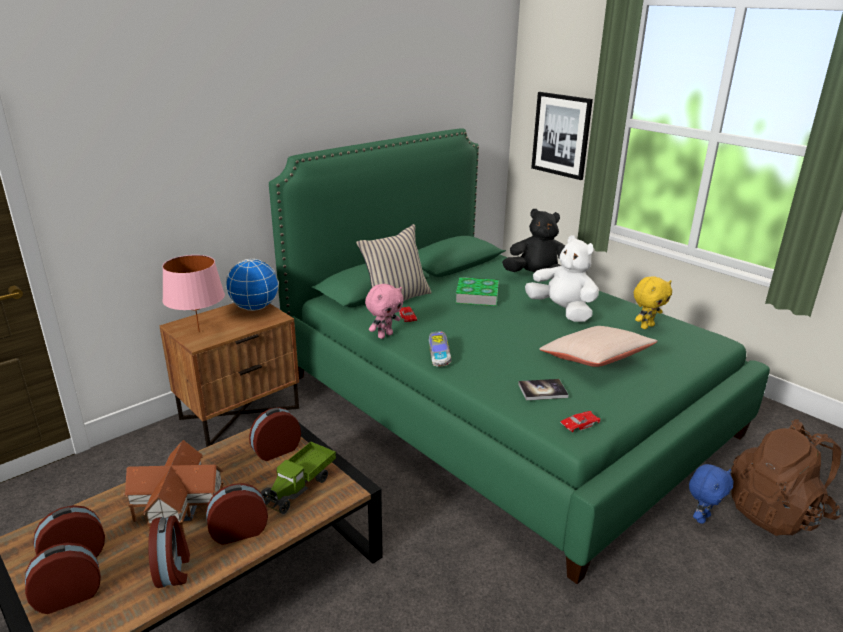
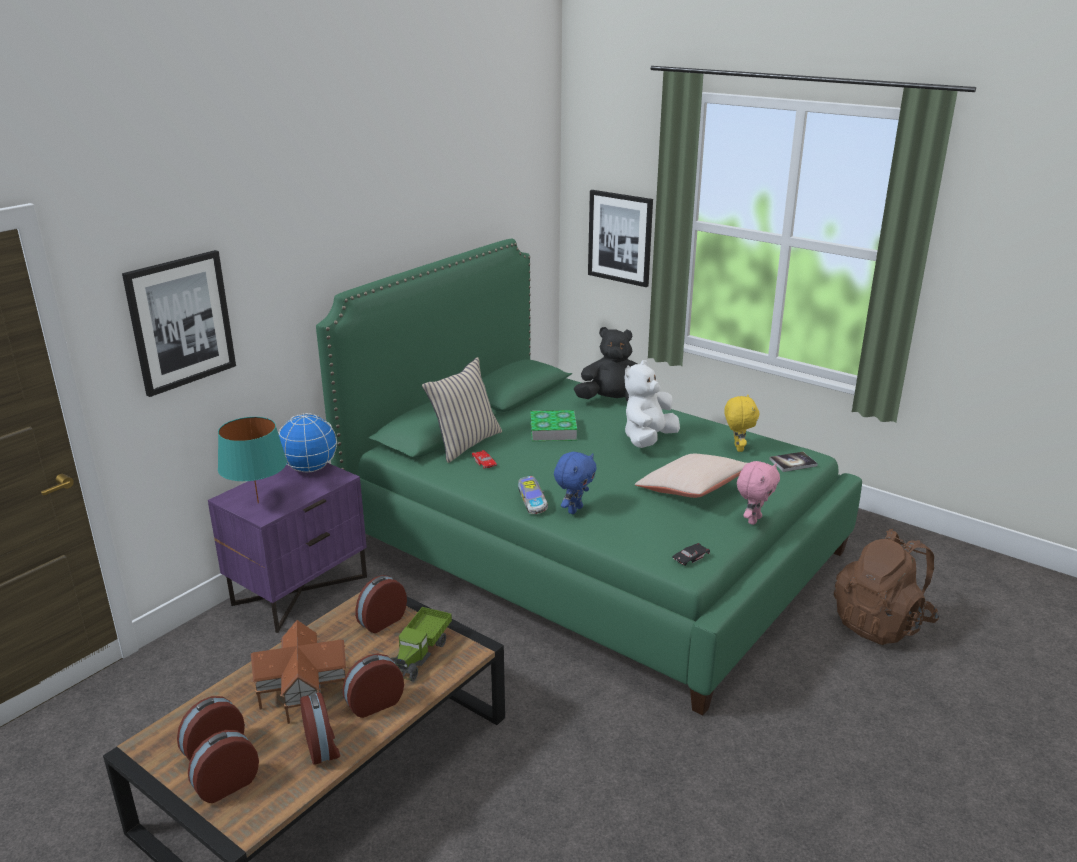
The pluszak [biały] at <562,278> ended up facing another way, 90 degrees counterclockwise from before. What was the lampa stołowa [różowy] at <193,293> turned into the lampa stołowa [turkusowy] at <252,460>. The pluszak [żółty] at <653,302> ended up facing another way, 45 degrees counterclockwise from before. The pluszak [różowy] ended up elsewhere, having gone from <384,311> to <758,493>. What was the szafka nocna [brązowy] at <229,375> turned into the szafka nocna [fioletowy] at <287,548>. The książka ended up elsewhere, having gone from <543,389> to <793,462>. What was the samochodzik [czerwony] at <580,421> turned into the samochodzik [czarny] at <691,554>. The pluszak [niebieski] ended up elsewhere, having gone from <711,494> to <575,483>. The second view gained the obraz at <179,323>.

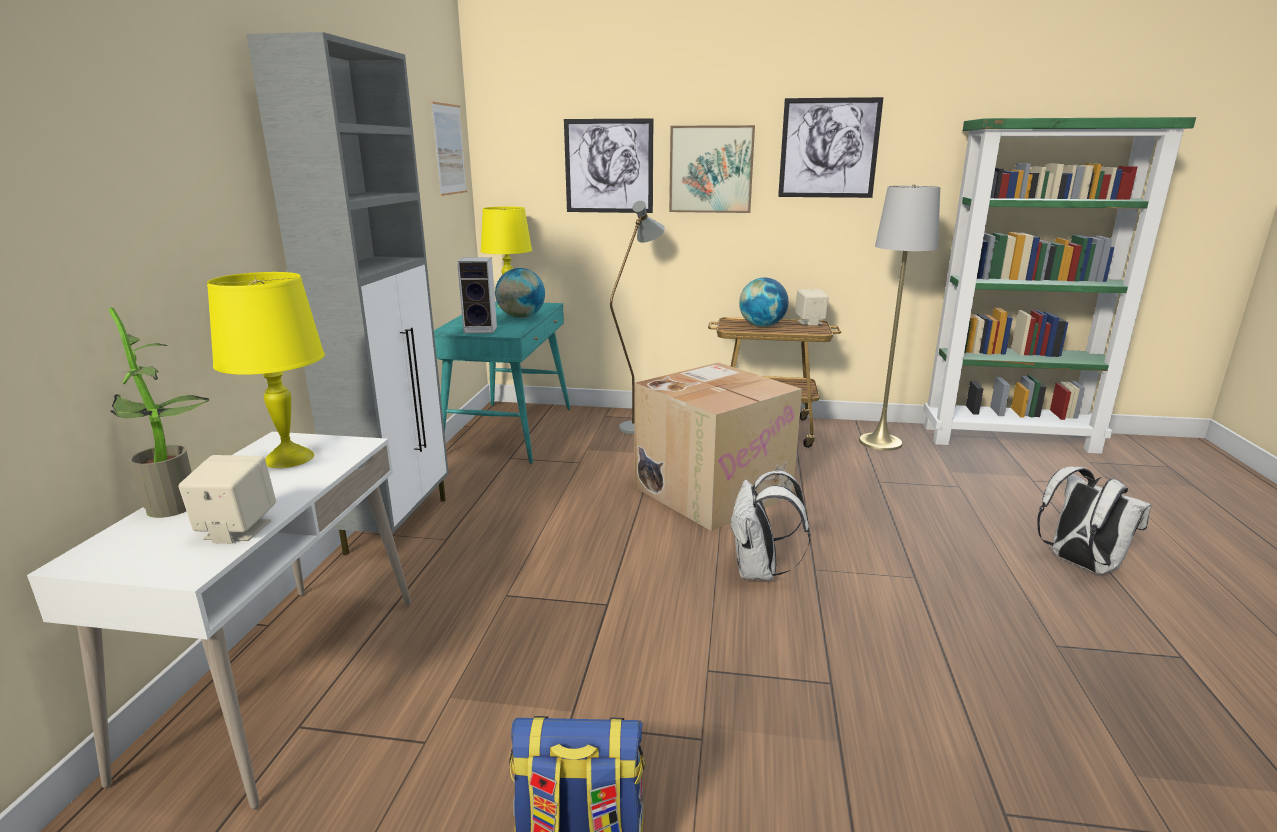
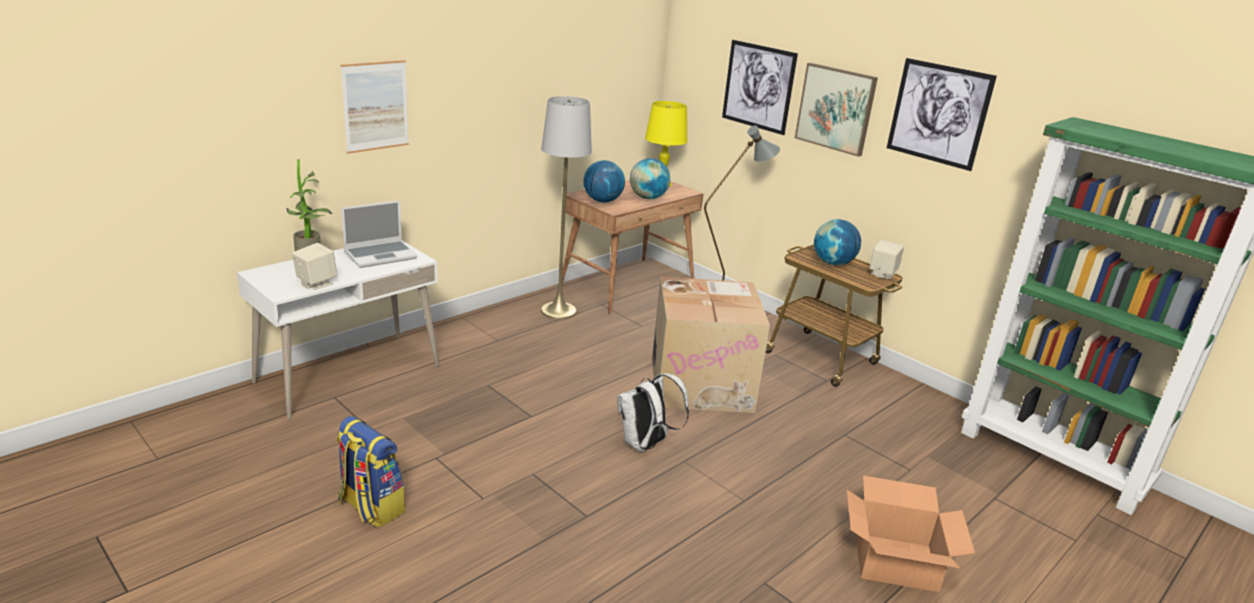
The second view lost the szafka [szary] at <347,293>. The obraz ended up elsewhere, having gone from <449,149> to <375,107>. The lampa stojąca [szary] ended up elsewhere, having gone from <899,318> to <566,207>. Where the głośnik stood at <477,295>, the globus came to stand at <604,181>. Where the lampa stołowa [żółty] stood at <266,370>, the laptop came to stand at <379,234>. What was the biurko [turkusowy] at <502,382> turned into the biurko [brązowy] at <633,247>. Where the plecak [biały] stood at <1094,520>, the karton came to stand at <911,534>.

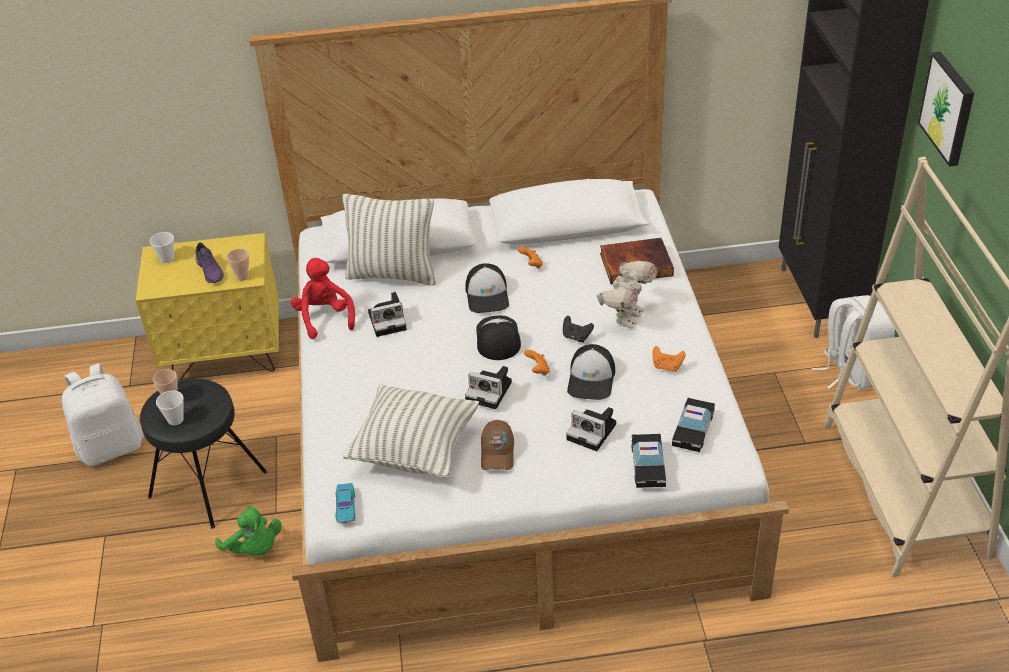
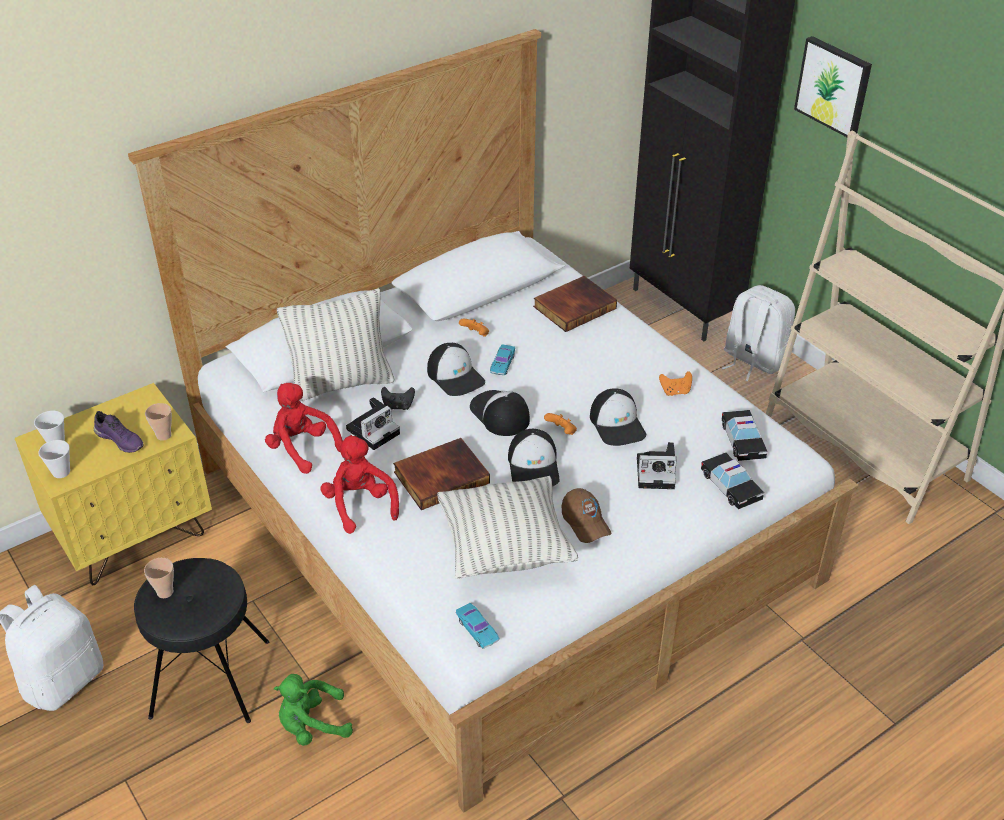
The second view lost the robot zabawkowy at <627,294>. The pad do gier [czarny] ended up elsewhere, having gone from <578,329> to <398,398>. Where the aparat fotograficzny stood at <488,387>, the czapka z daszkiem came to stand at <533,458>. The filiżanka ended up elsewhere, having gone from <170,407> to <54,459>. The pluszak [zielony] at <248,530> ended up facing another way, 150 degrees clockwise from before. The second view gained the samochodzik [turkusowy] at <502,359>. The second view gained the pluszak [czerwony] at <359,484>. The second view gained the książka at <441,474>.

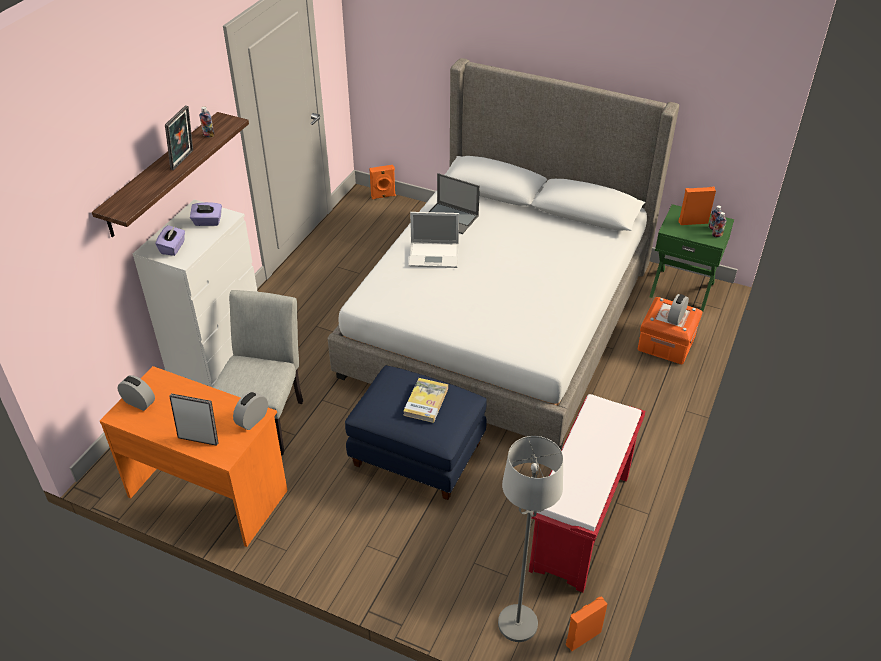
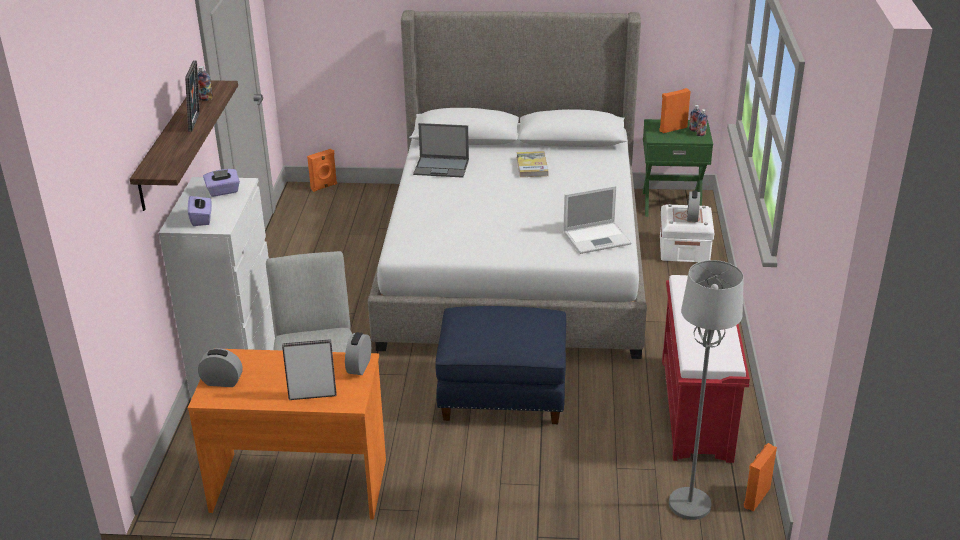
The laptop ended up elsewhere, having gone from <433,240> to <597,220>. What was the pojemnik do przechowywania [pomarańczowy] at <670,330> turned into the pojemnik do przechowywania [biały] at <687,233>. The książka ended up elsewhere, having gone from <425,400> to <532,164>.

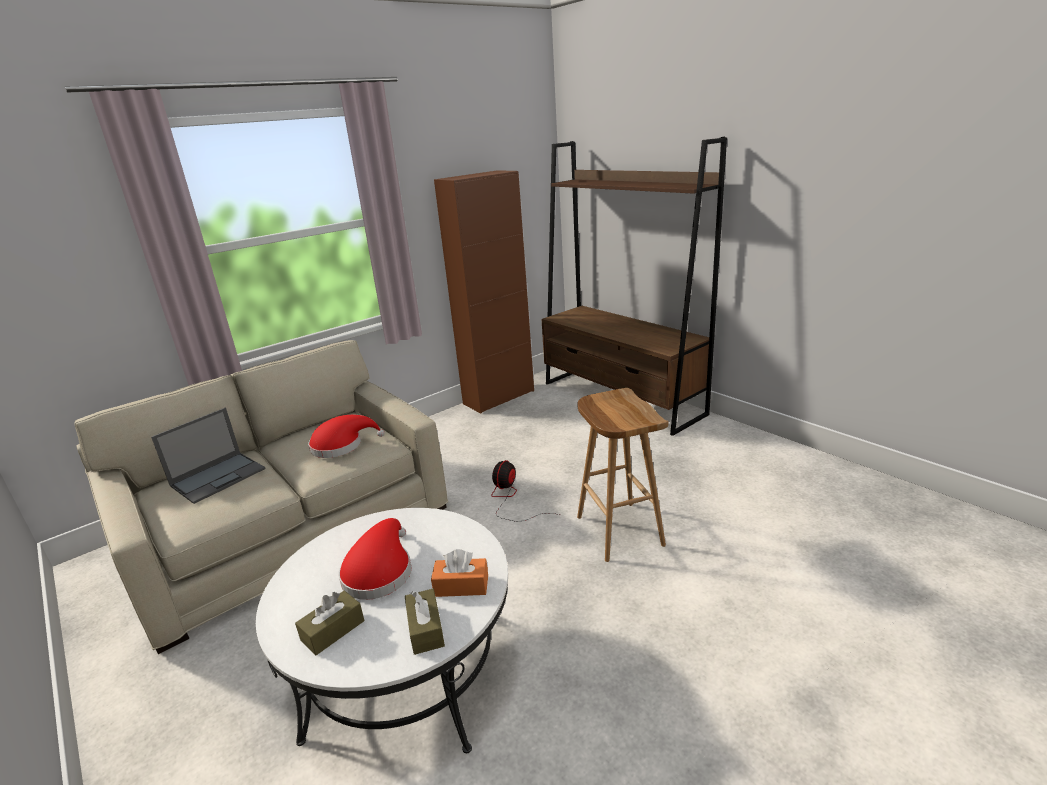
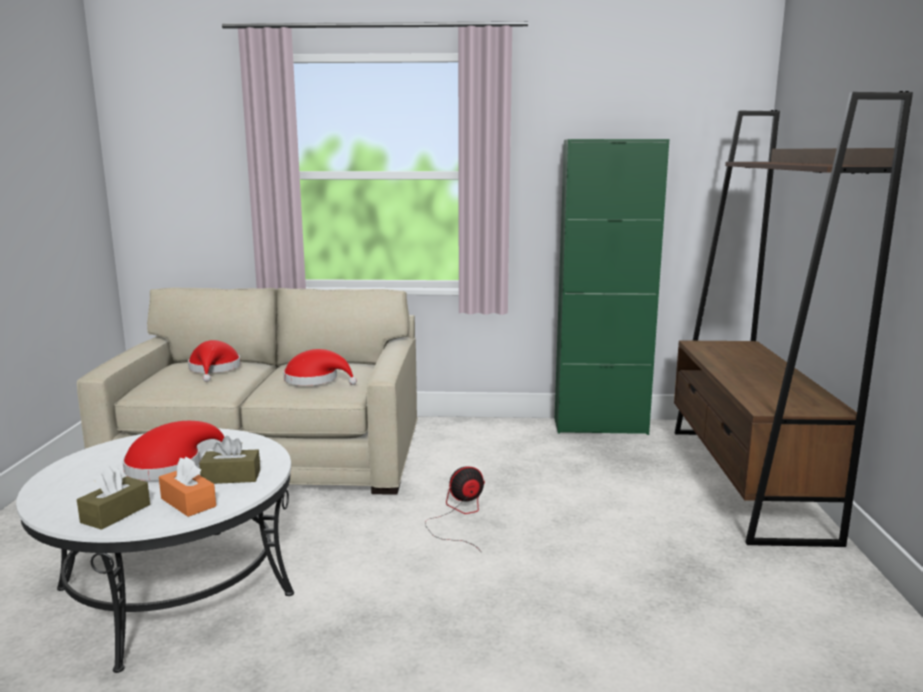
What was the szafka [brązowy] at <484,291> turned into the szafka [zielony] at <612,287>. The second view lost the stołek [brązowy] at <622,475>. Where the laptop stood at <208,456>, the kapelusz [czerwony] came to stand at <214,361>. The pudełko chusteczek [brązowy] ended up elsewhere, having gone from <329,623> to <229,460>.

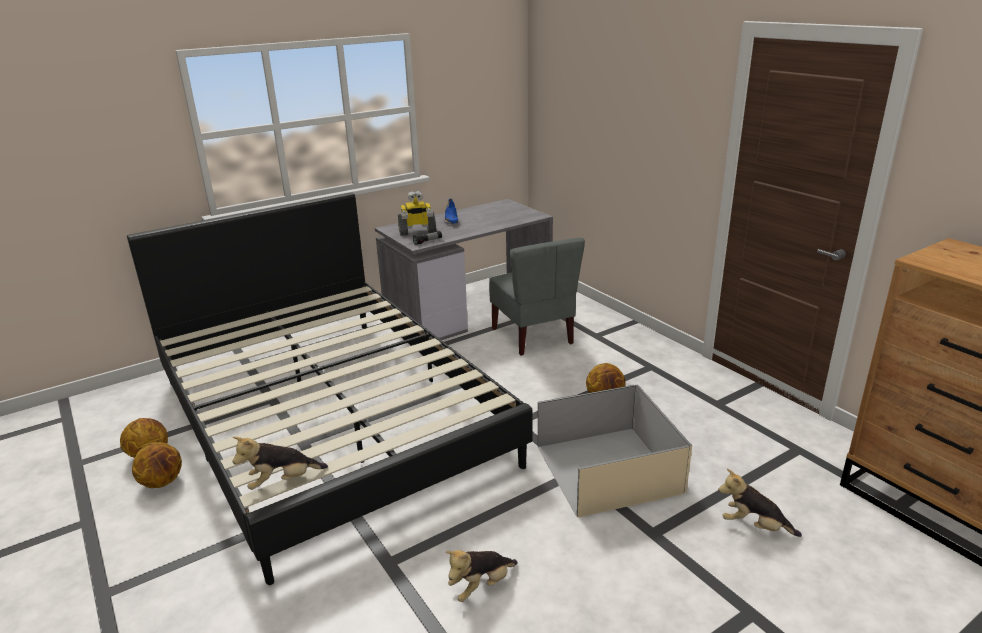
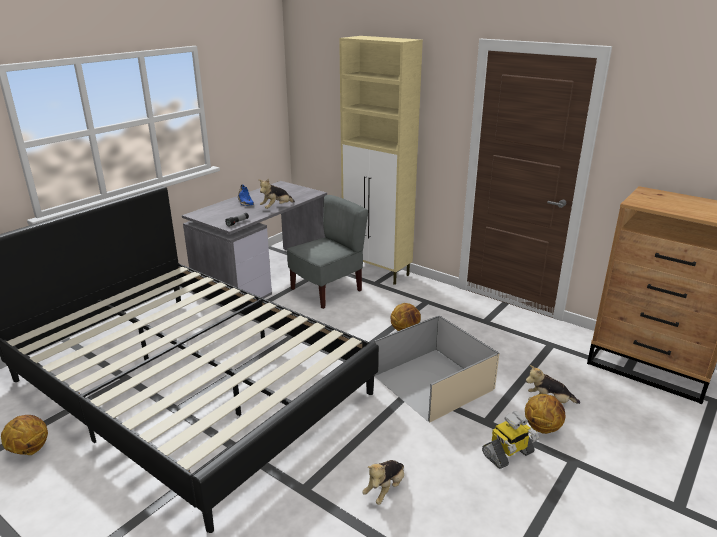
The robot zabawkowy ended up elsewhere, having gone from <417,213> to <510,440>. The krzesło [szary] at <537,297> ended up facing another way, 90 degrees counterclockwise from before. The pluszak ended up elsewhere, having gone from <280,463> to <276,194>. The piłka do koszykówki ended up elsewhere, having gone from <157,465> to <545,414>. The second view gained the szafka [beżowy] at <381,160>.

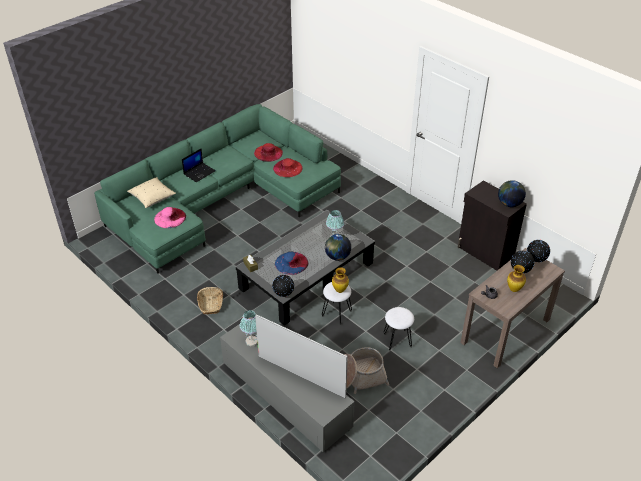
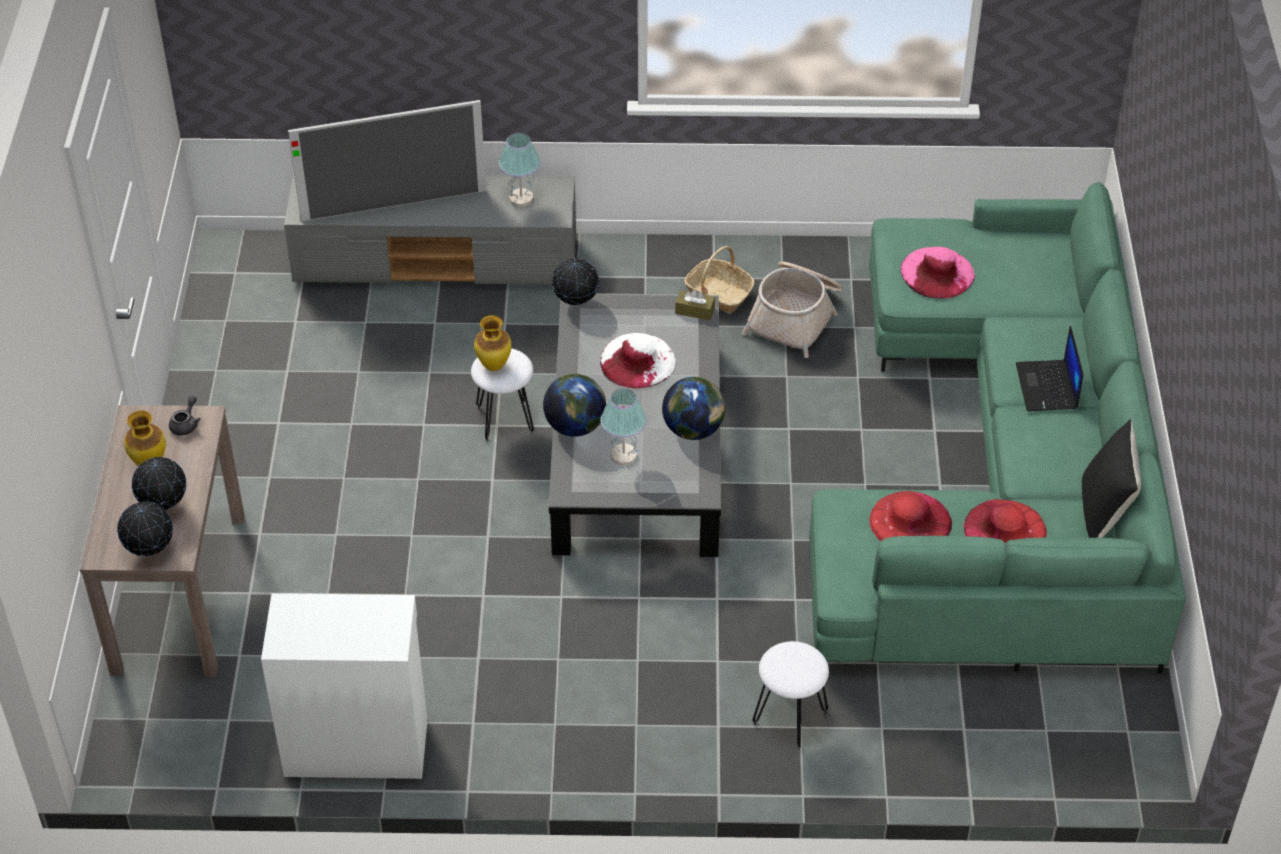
The second view lost the poduszka [beżowy] at <151,192>. What was the szafka [czarny] at <492,225> turned into the szafka [biały] at <344,686>. The globus ended up elsewhere, having gone from <512,193> to <693,408>. What was the kapelusz [niebieski] at <291,263> turned into the kapelusz [biały] at <638,360>. The stołek [biały] ended up elsewhere, having gone from <399,328> to <790,694>. The koszyk ended up elsewhere, having gone from <366,370> to <792,309>. The second view gained the poduszka [czarny] at <1111,478>.

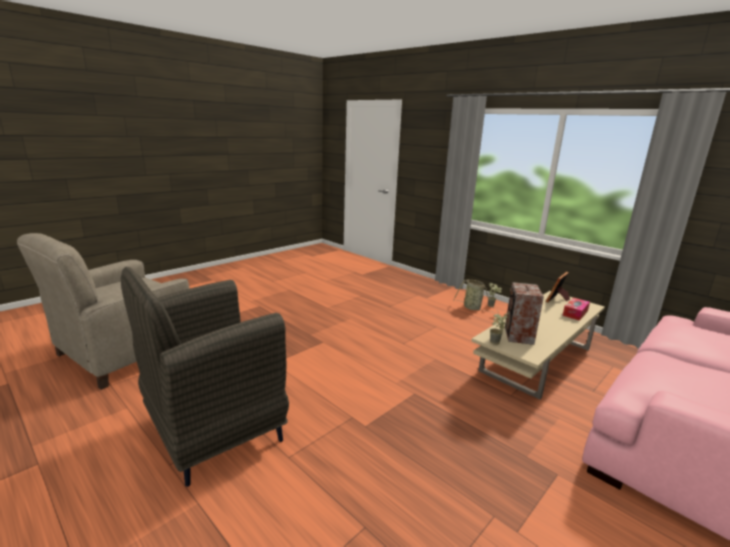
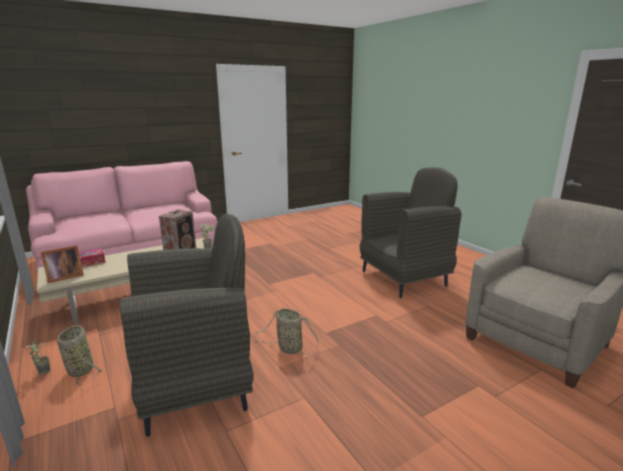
The second view gained the fotel [szary] at <187,325>. The second view gained the koszyk at <287,332>.

